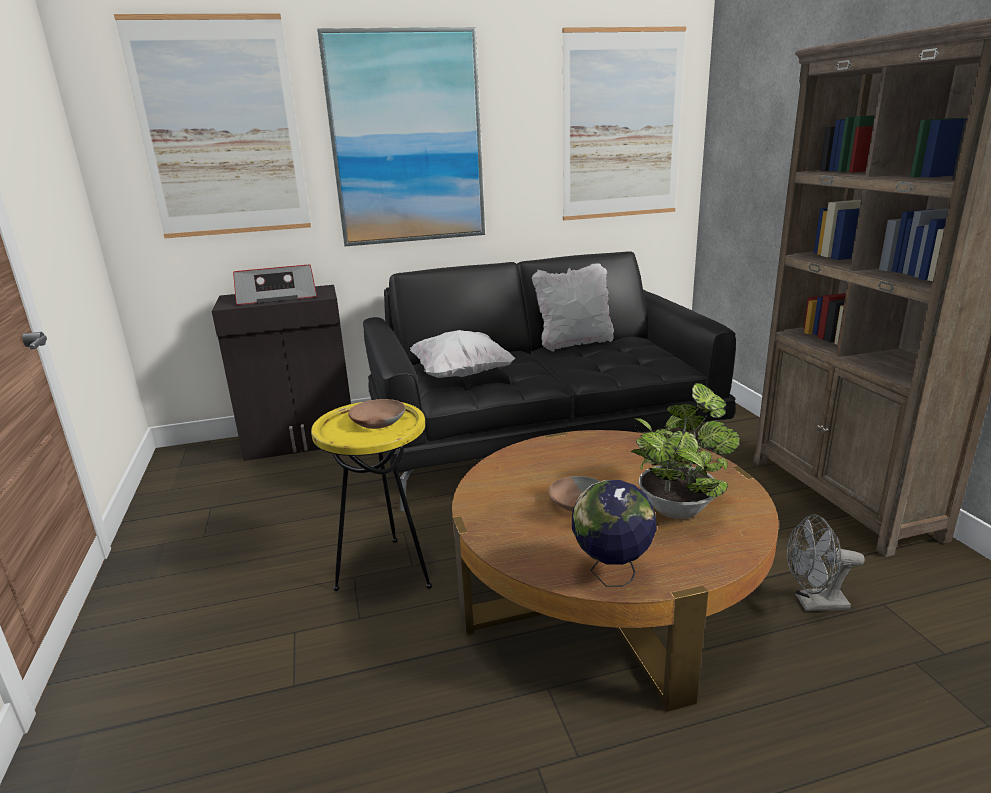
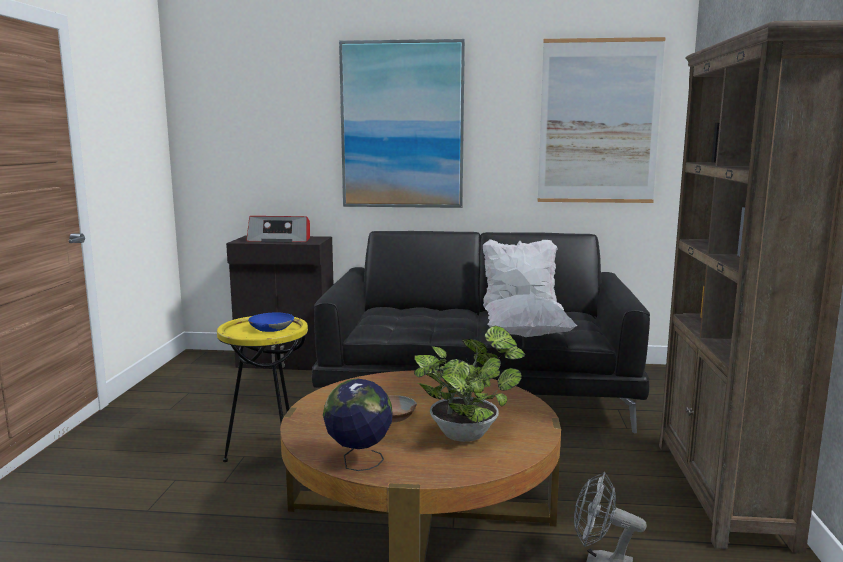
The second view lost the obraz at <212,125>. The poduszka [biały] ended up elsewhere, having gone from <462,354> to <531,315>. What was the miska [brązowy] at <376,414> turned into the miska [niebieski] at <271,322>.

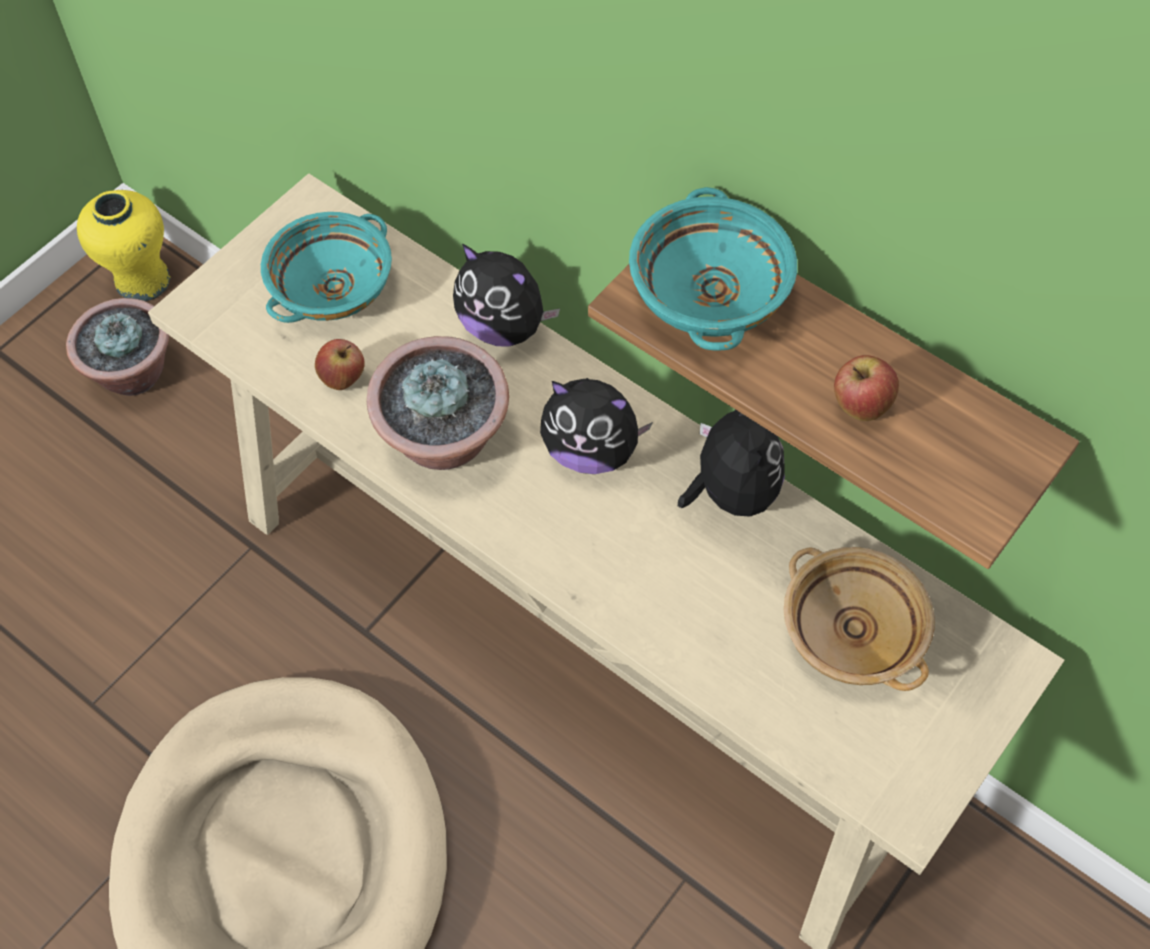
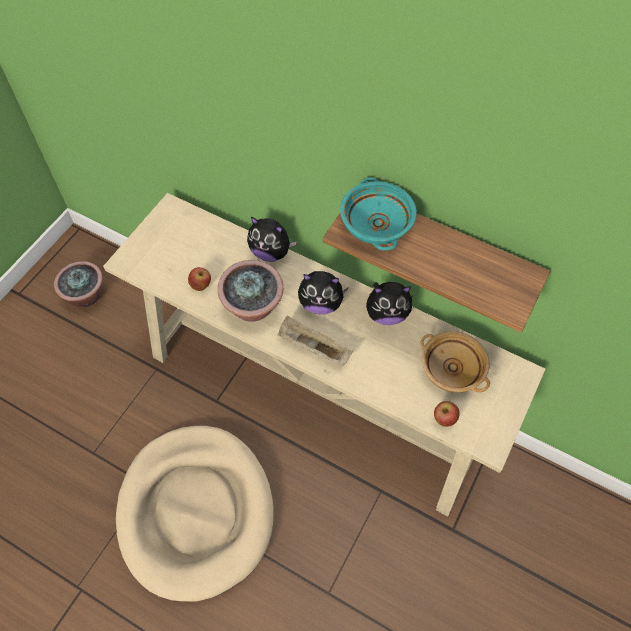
The second view lost the wazon [żółty] at <124,245>. The second view lost the miska [turkusowy] at <326,267>. The jabłko ended up elsewhere, having gone from <866,388> to <447,414>. The pluszak at <731,463> ended up facing another way, 105 degrees clockwise from before. The second view gained the taca [beżowy] at <315,340>.

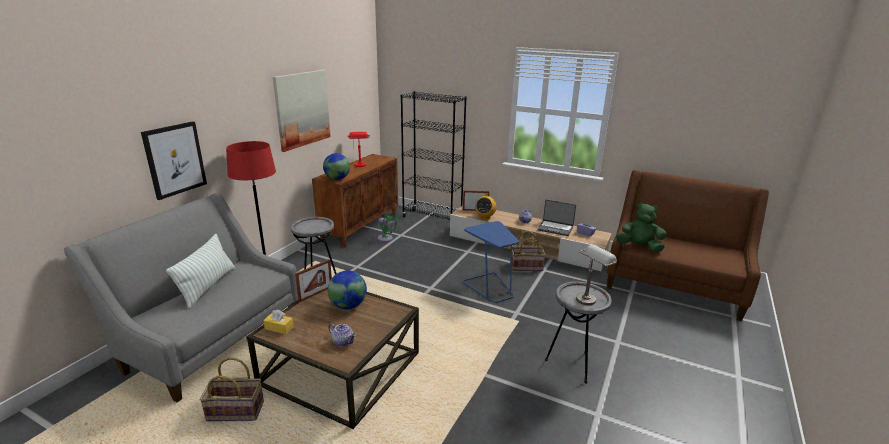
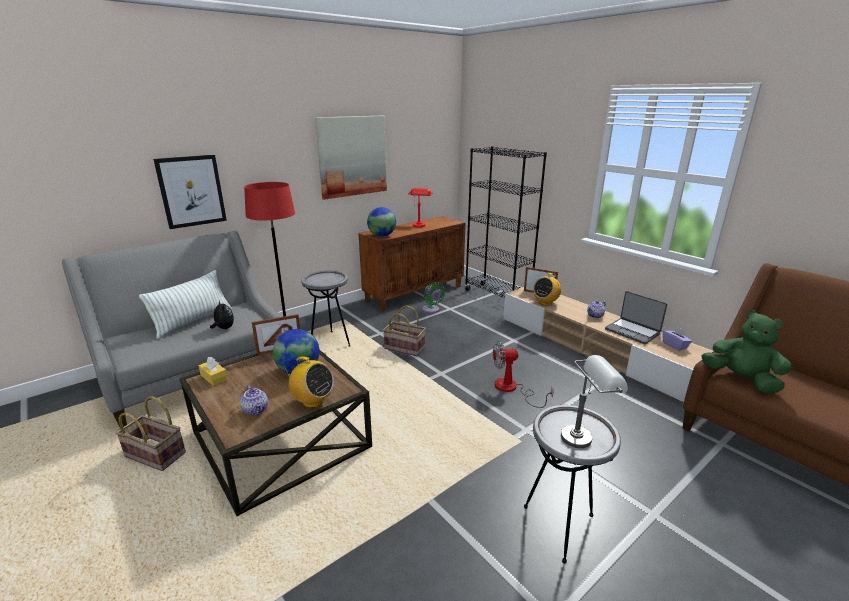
Where the stolik [niebieski] stood at <490,262>, the wentylator came to stand at <523,374>. The koszyk ended up elsewhere, having gone from <528,251> to <404,330>. The second view gained the pluszak at <222,314>. The second view gained the radio at <309,382>.

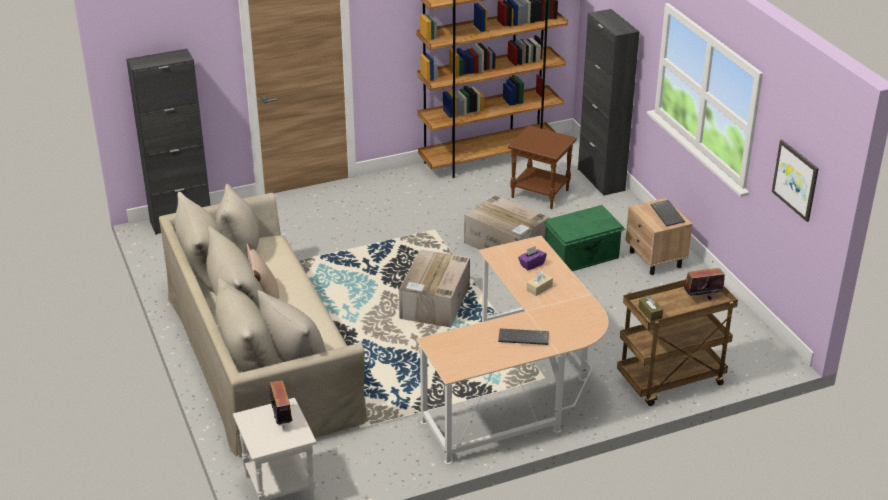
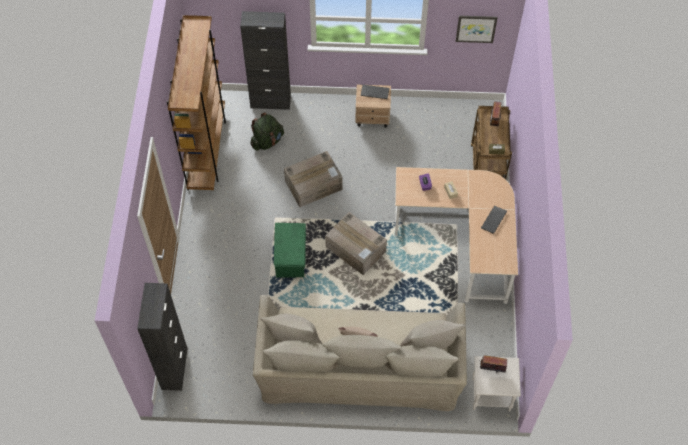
Where the stolik [brązowy] stood at <542,167>, the plecak [zielony] came to stand at <267,131>. The pojemnik do przechowywania [zielony] ended up elsewhere, having gone from <584,238> to <290,250>.

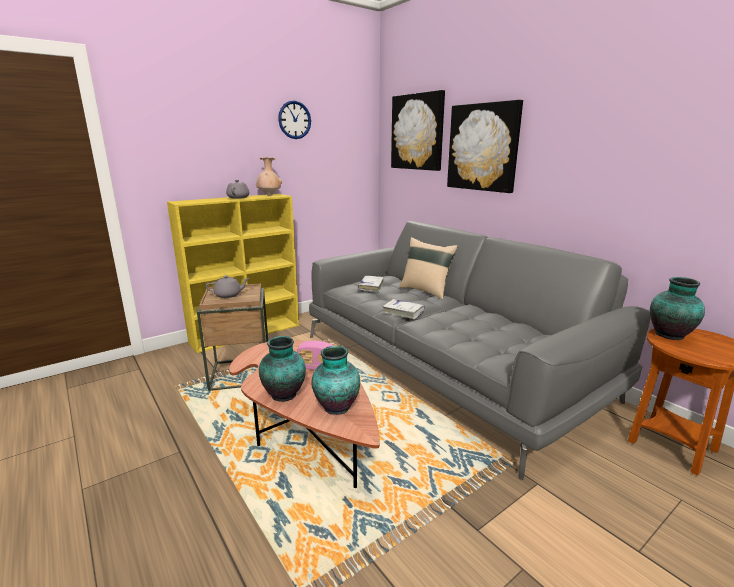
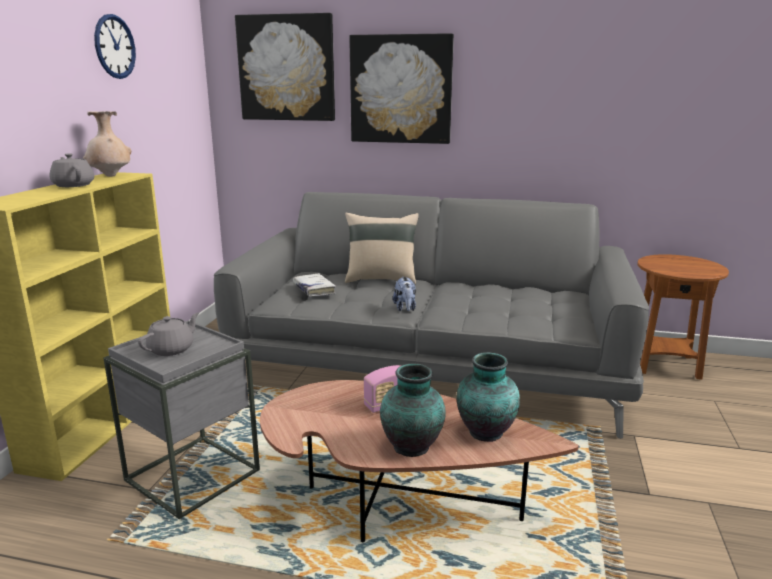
The second view lost the wazon at <677,308>. What was the stolik [brązowy] at <232,337> turned into the stolik [szary] at <182,419>. Where the książka [biały] stood at <403,309>, the pluszak came to stand at <404,294>.

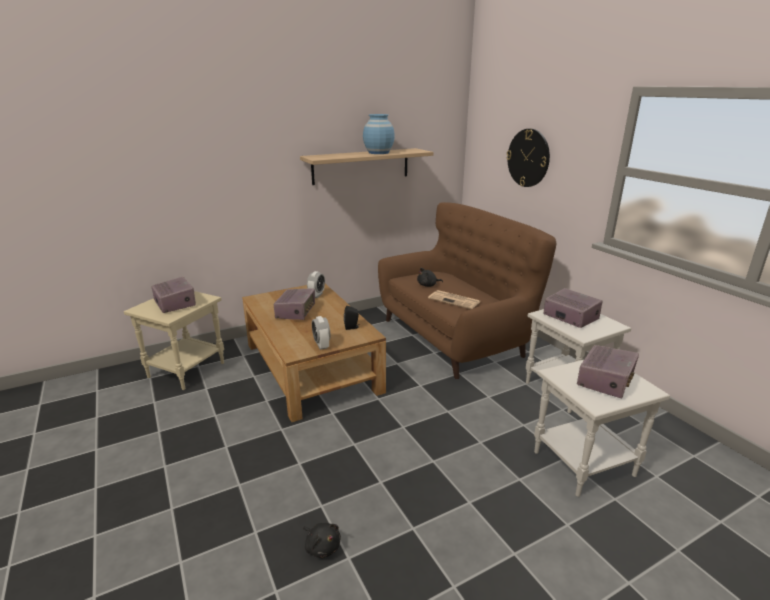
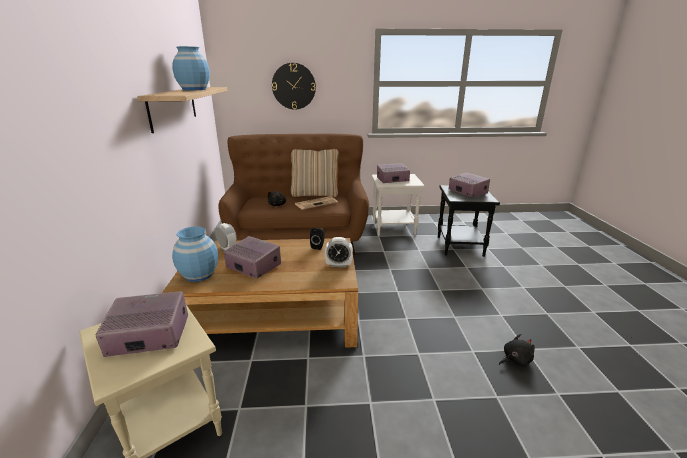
What was the stolik [biały] at <602,428> turned into the stolik [czarny] at <469,221>. The second view gained the poduszka [beżowy] at <315,173>. The second view gained the wazon [niebieski] at <195,254>.

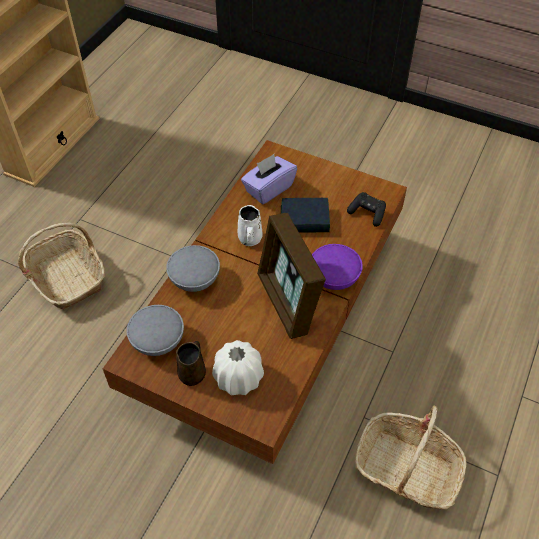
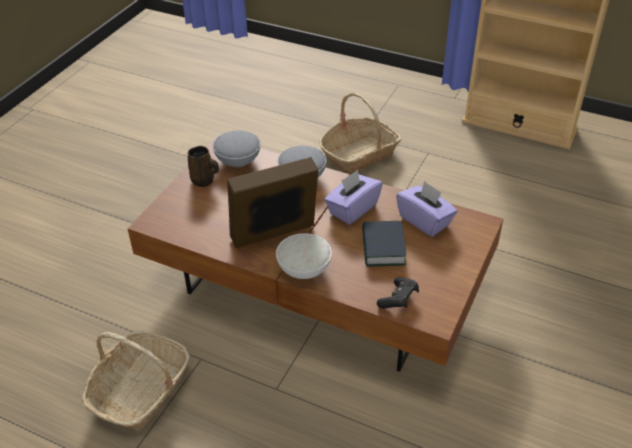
Where the kubek [biały] stood at <250,225>, the pudełko chusteczek [fioletowy] came to stand at <353,197>. What was the miska [fioletowy] at <337,267> turned into the miska [biały] at <304,256>. The second view lost the wazon [biały] at <238,367>.

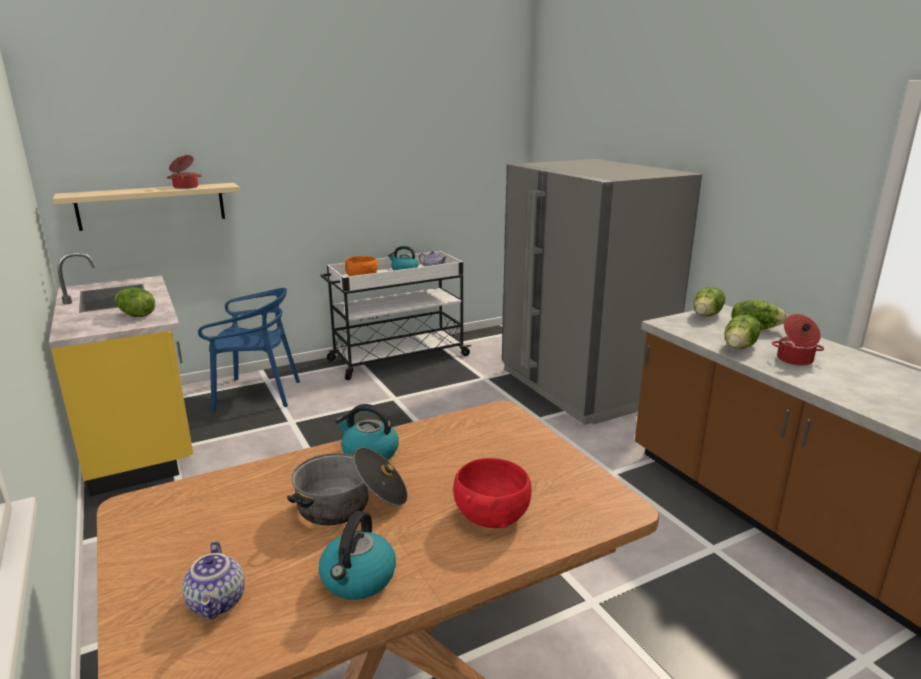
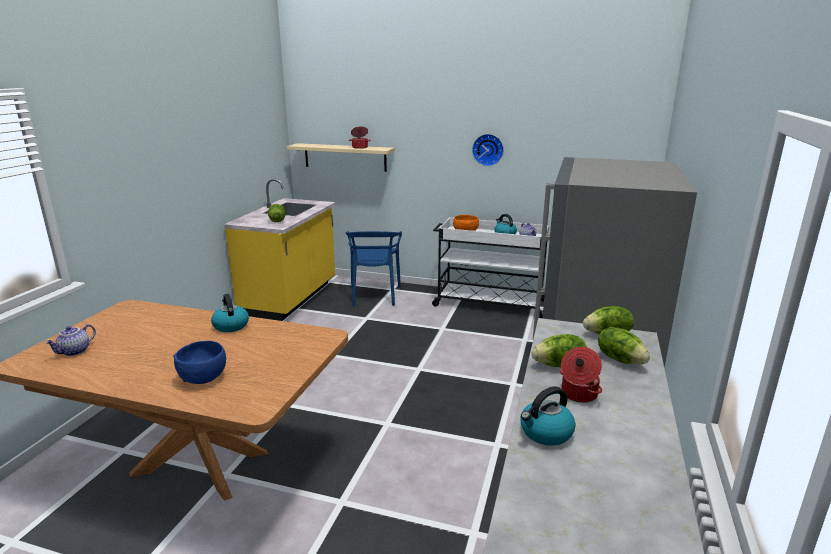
The krzesło [niebieski] at <249,349> ended up facing another way, 45 degrees clockwise from before. The second view lost the garnek at <347,486>. What was the miska [czerwony] at <492,493> turned into the miska [niebieski] at <200,362>. The czajnik ended up elsewhere, having gone from <357,555> to <548,416>. The second view gained the zegar ścienny at <488,150>.

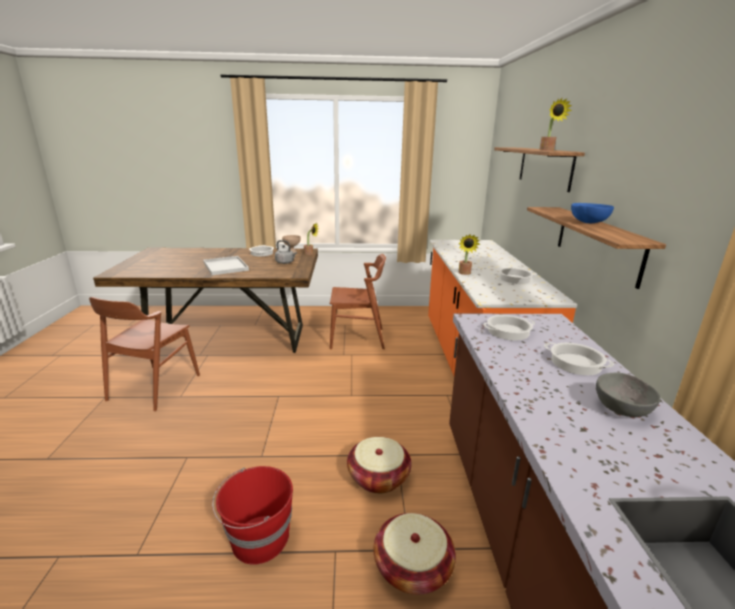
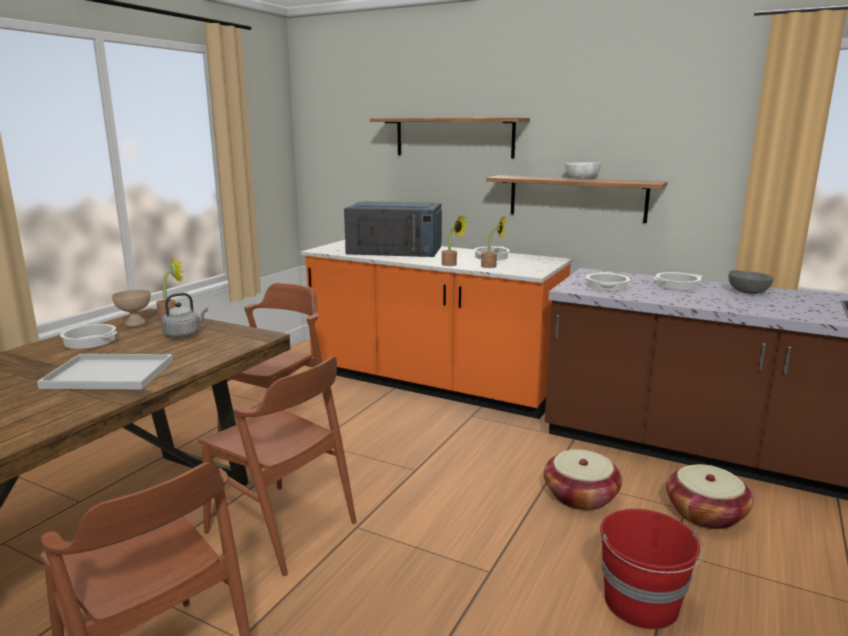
The roślina doniczkowa ended up elsewhere, having gone from <555,124> to <494,242>. What was the miska [niebieski] at <592,213> turned into the miska [biały] at <583,171>. The second view gained the mikrofalówka [niebieski] at <393,229>. The second view gained the krzesło [brązowy] at <277,466>.

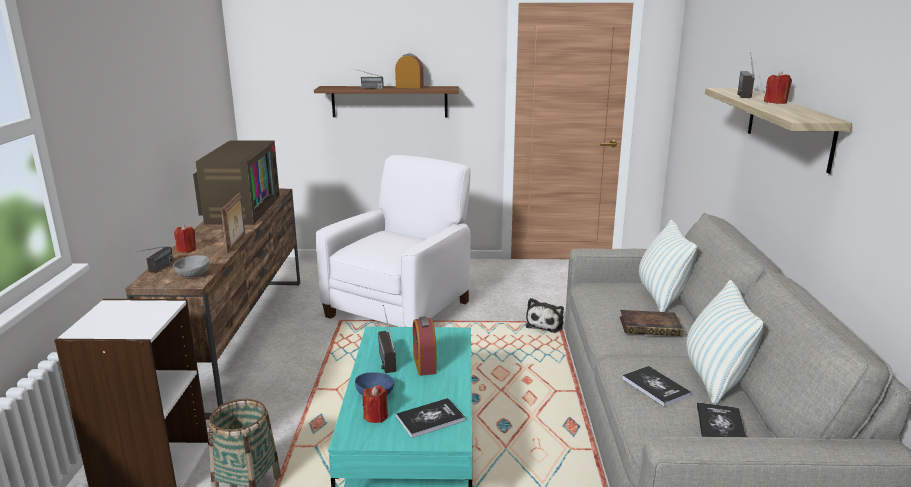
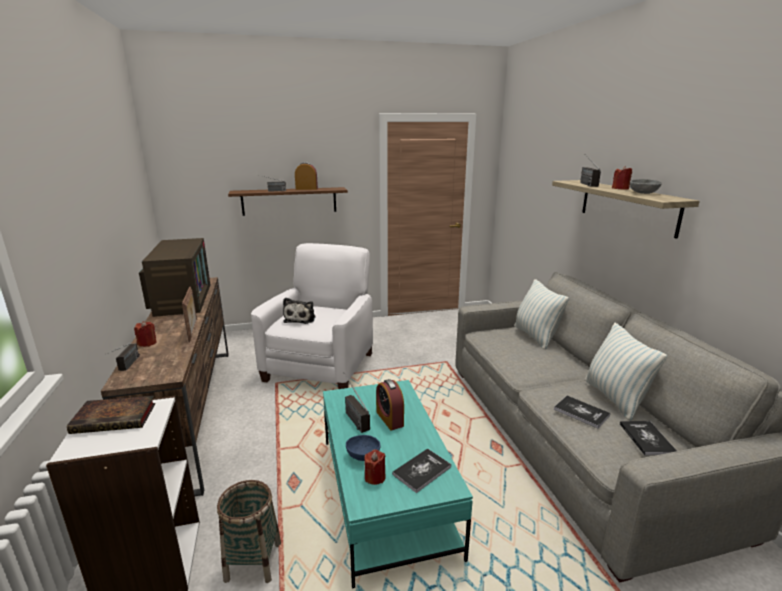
The miska [szary] ended up elsewhere, having gone from <191,266> to <646,186>. The pluszak ended up elsewhere, having gone from <545,315> to <299,311>. The książka ended up elsewhere, having gone from <651,323> to <111,415>.

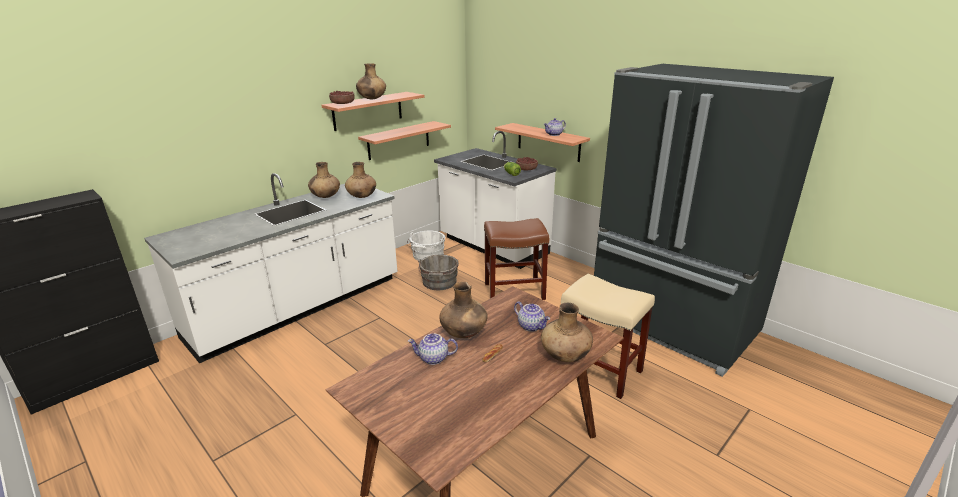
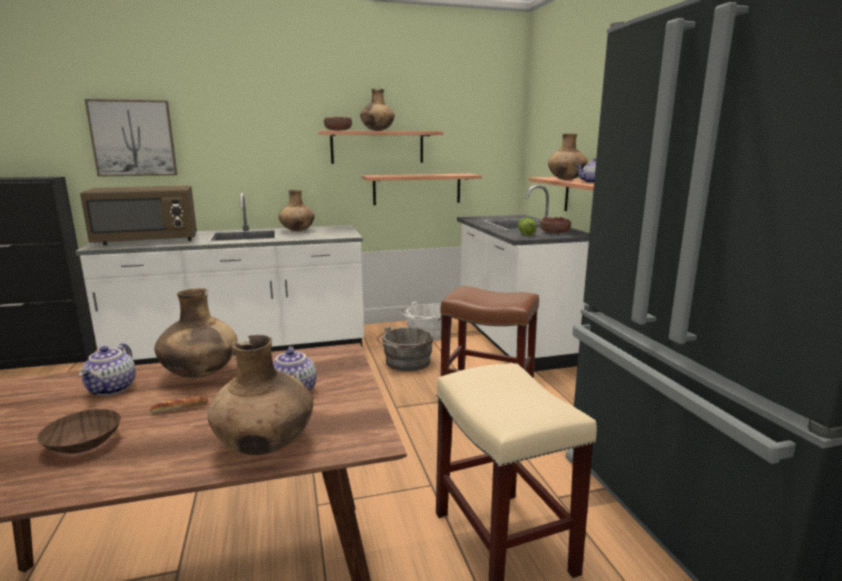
The wazon [brązowy] ended up elsewhere, having gone from <360,180> to <568,157>. The imbryk at <433,349> ended up facing another way, 120 degrees counterclockwise from before. The second view gained the obraz at <131,137>. The second view gained the mikrofalówka [brązowy] at <138,215>. The second view gained the miska [brązowy] at <79,431>.

